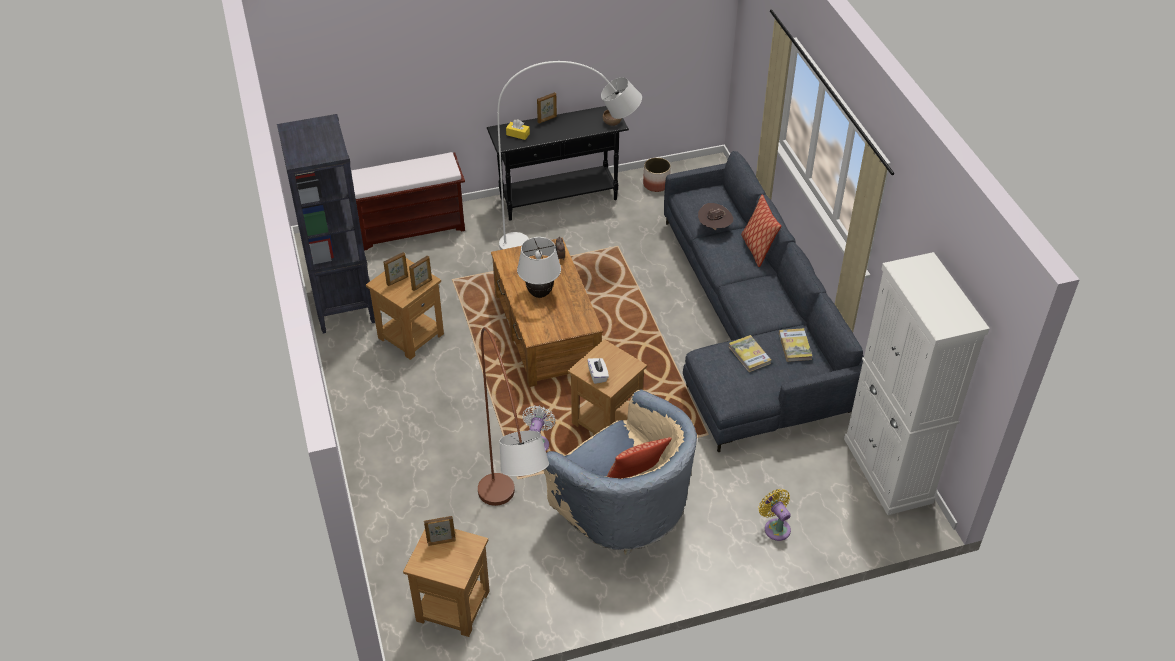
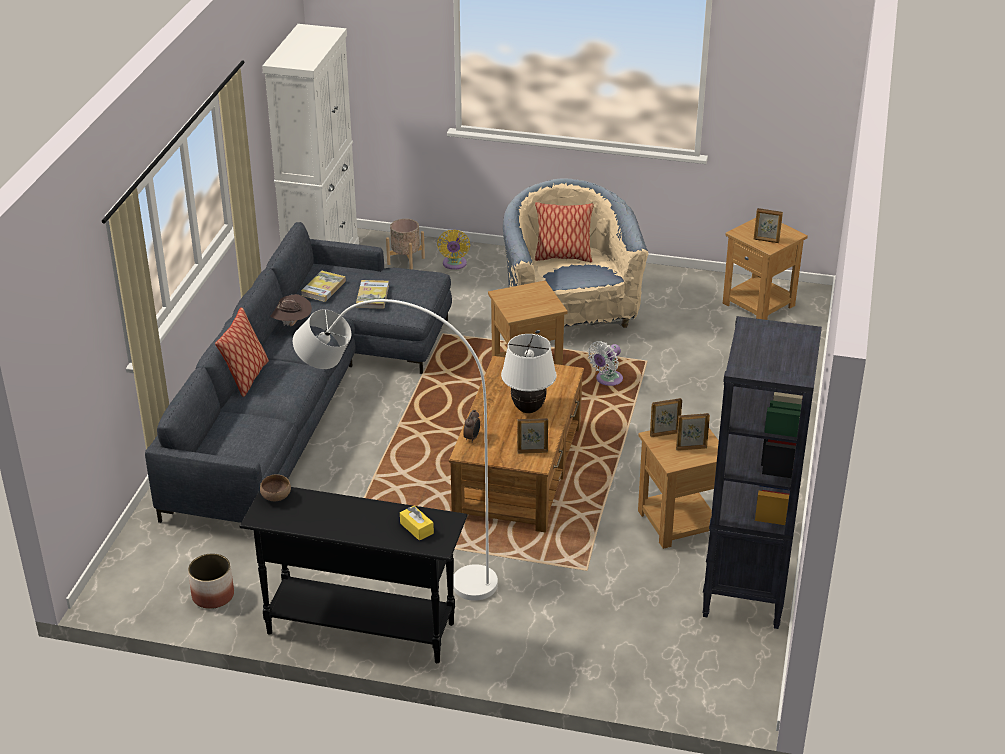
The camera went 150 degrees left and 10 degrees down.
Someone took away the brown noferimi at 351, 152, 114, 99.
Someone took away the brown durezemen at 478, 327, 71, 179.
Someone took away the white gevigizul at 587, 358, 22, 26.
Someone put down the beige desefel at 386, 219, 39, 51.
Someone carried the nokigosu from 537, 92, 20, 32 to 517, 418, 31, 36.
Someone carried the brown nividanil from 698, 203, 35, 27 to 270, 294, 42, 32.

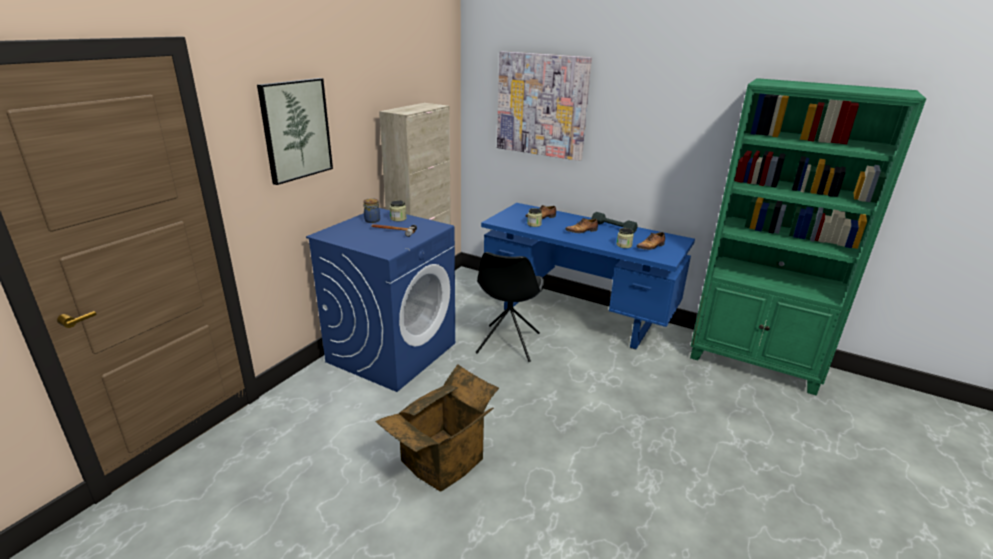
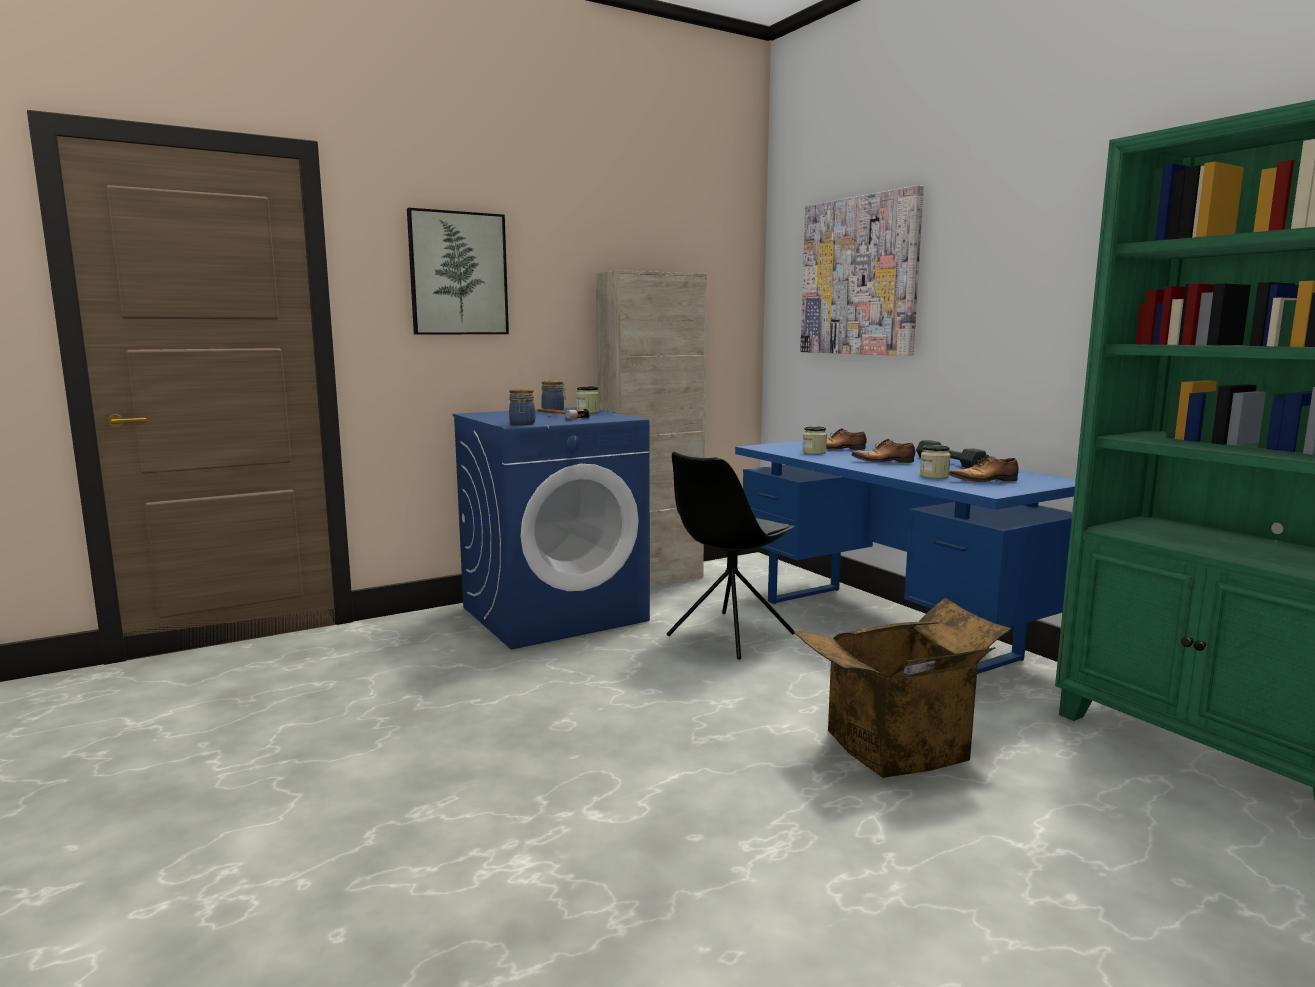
The camera went 30 degrees right and 15 degrees down.
Someone put down the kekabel at 509, 388, 26, 37.
Someone carried the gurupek from 375, 364, 124, 128 to 794, 598, 218, 180.

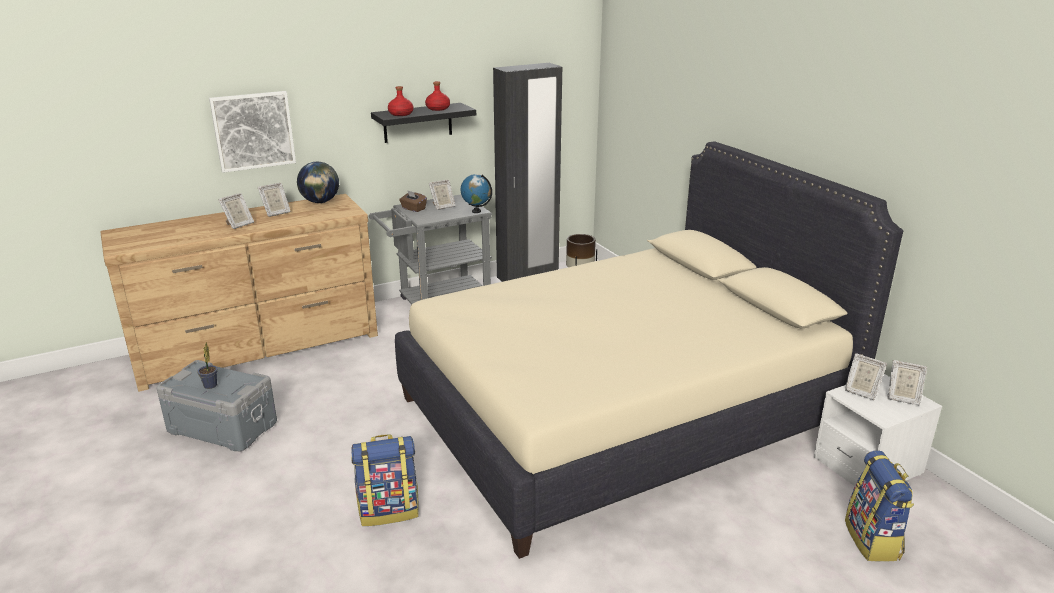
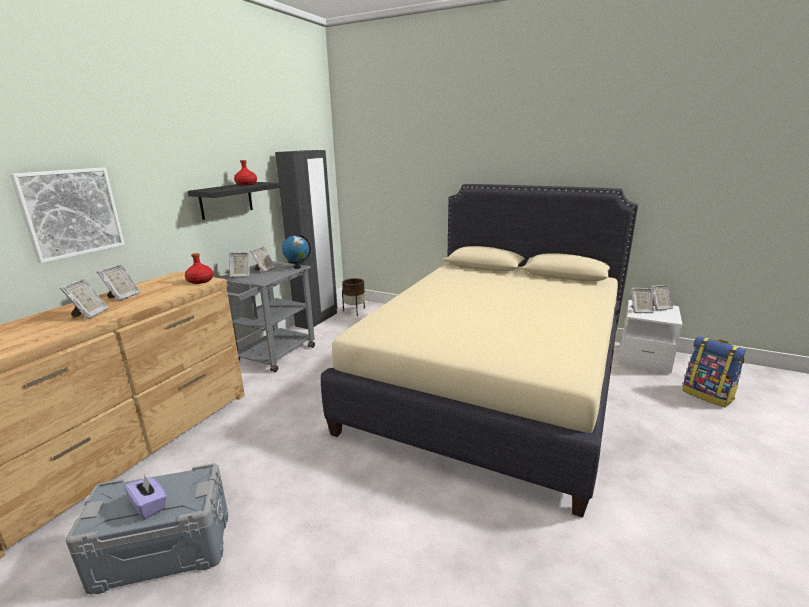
The camera went 35 degrees left and 5 degrees down.
Someone took away the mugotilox at 297, 162, 42, 41.
Someone took away the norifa at 351, 434, 68, 92.
Someone carried the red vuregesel from 388, 86, 25, 30 to 185, 253, 29, 31.
Someone swapped the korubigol at 198, 342, 19, 47 for the purple gevigizul at 124, 474, 43, 46.
Someone swapped the brown gevigizul at 399, 190, 28, 22 for the nokigosu at 229, 252, 21, 26.

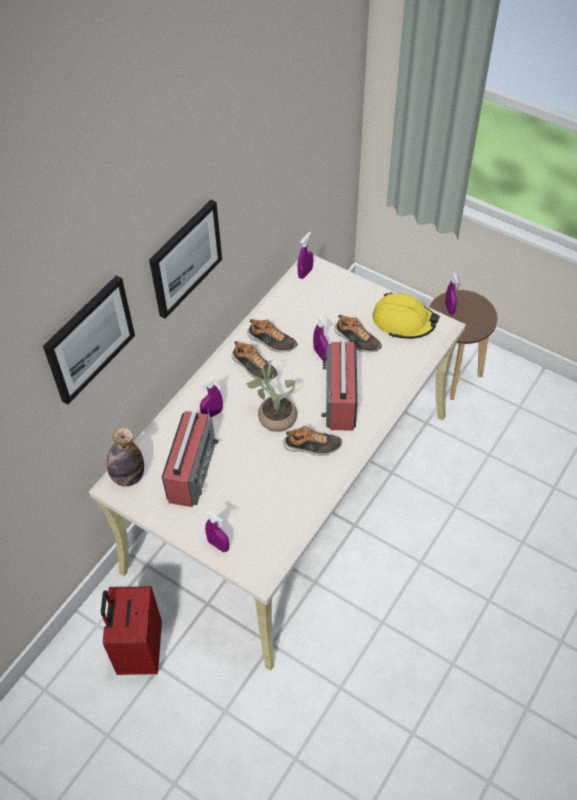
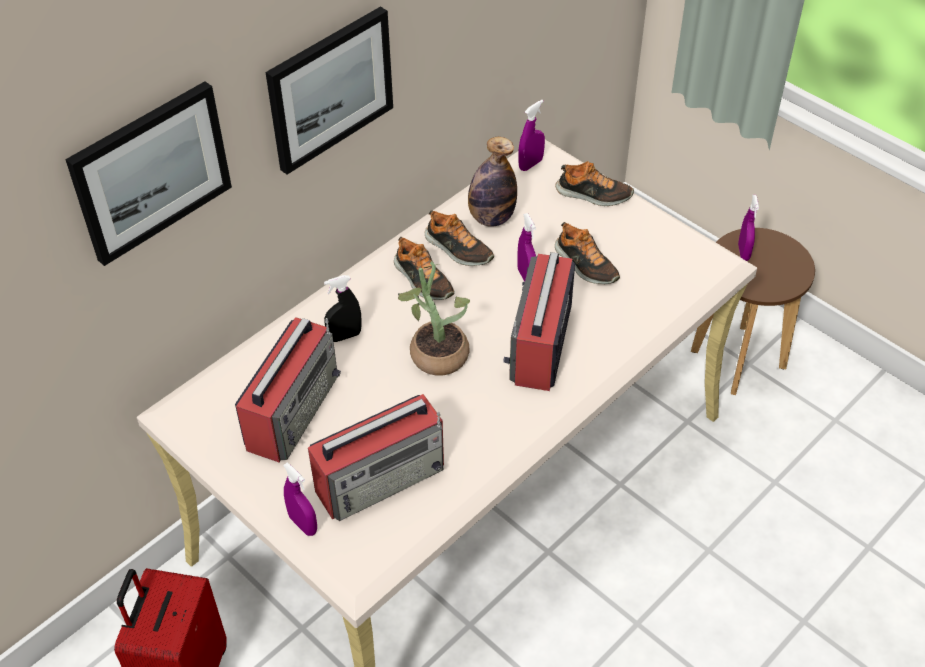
The camera went 10 degrees right and 5 degrees down.
Someone took away the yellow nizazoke at 372, 292, 68, 47.
Someone put down the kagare at 308, 394, 136, 127.
Someone carried the vuregesel from 107, 427, 37, 60 to 468, 137, 49, 90.
Someone carried the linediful from 283, 426, 59, 30 to 555, 161, 79, 45.
Someone repainted the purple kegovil at 199, 377, 24, 40, which became the black kegovil at 324, 275, 38, 67.

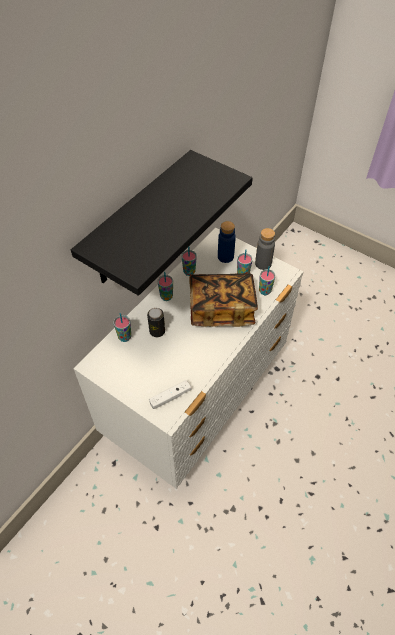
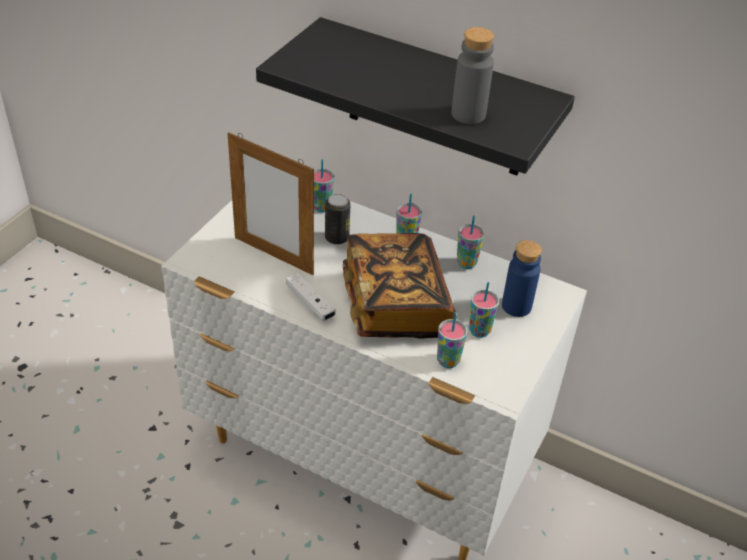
The camera went 80 degrees right and 10 degrees down.
Someone put down the nokigosu at 227, 132, 87, 143.
Someone carried the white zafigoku from 149, 380, 42, 29 to 286, 273, 50, 48.
Someone carried the grey vuregesel from 255, 228, 20, 42 to 451, 27, 43, 97.

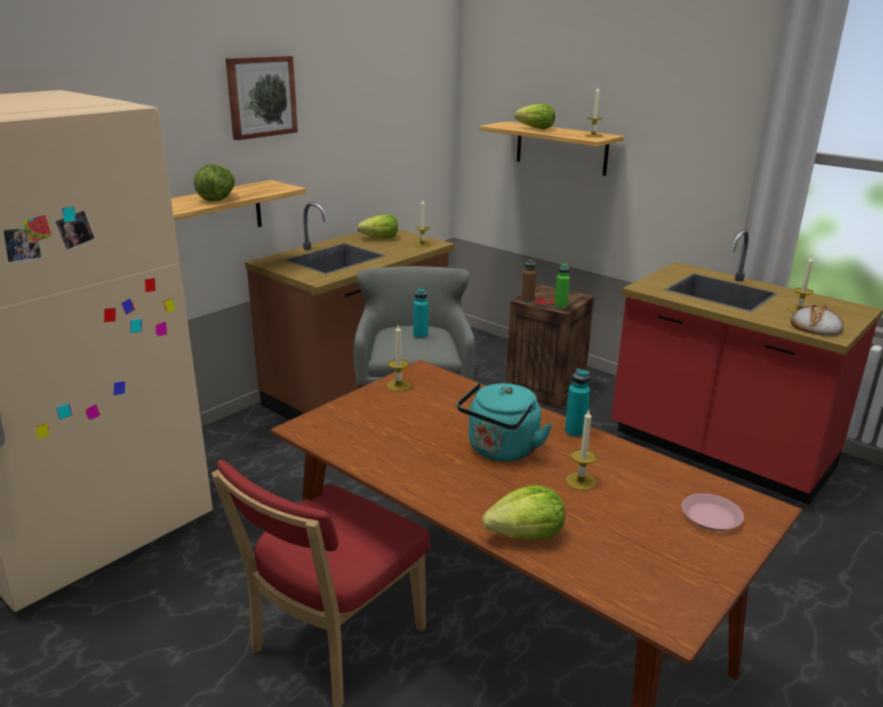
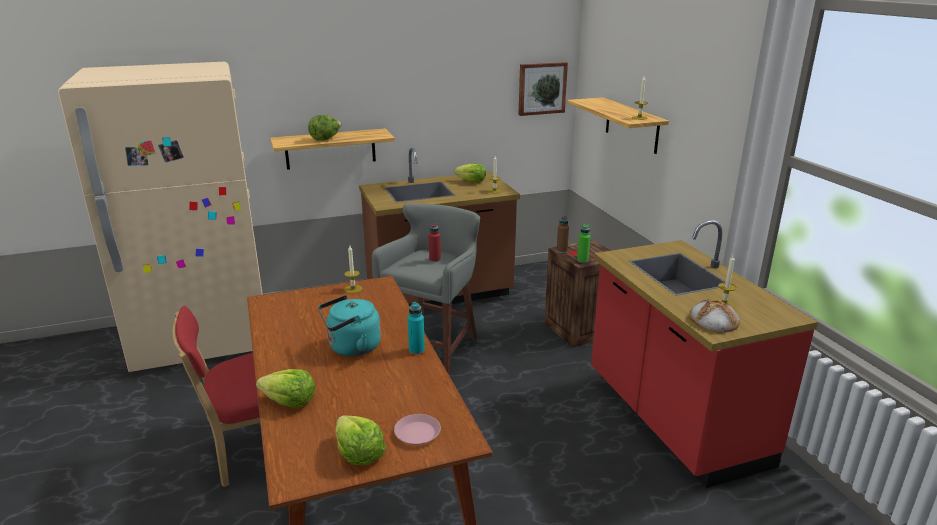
The camera went 30 degrees right and 0 degrees up.
Someone took away the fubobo at 566, 410, 31, 80.
Someone carried the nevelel from 226, 56, 72, 84 to 518, 62, 50, 54.
Someone carried the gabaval from 514, 104, 41, 25 to 335, 415, 51, 51.
Someone repainted the turquoise vuregesel at 413, 288, 15, 51, which became the red vuregesel at 429, 223, 12, 40.

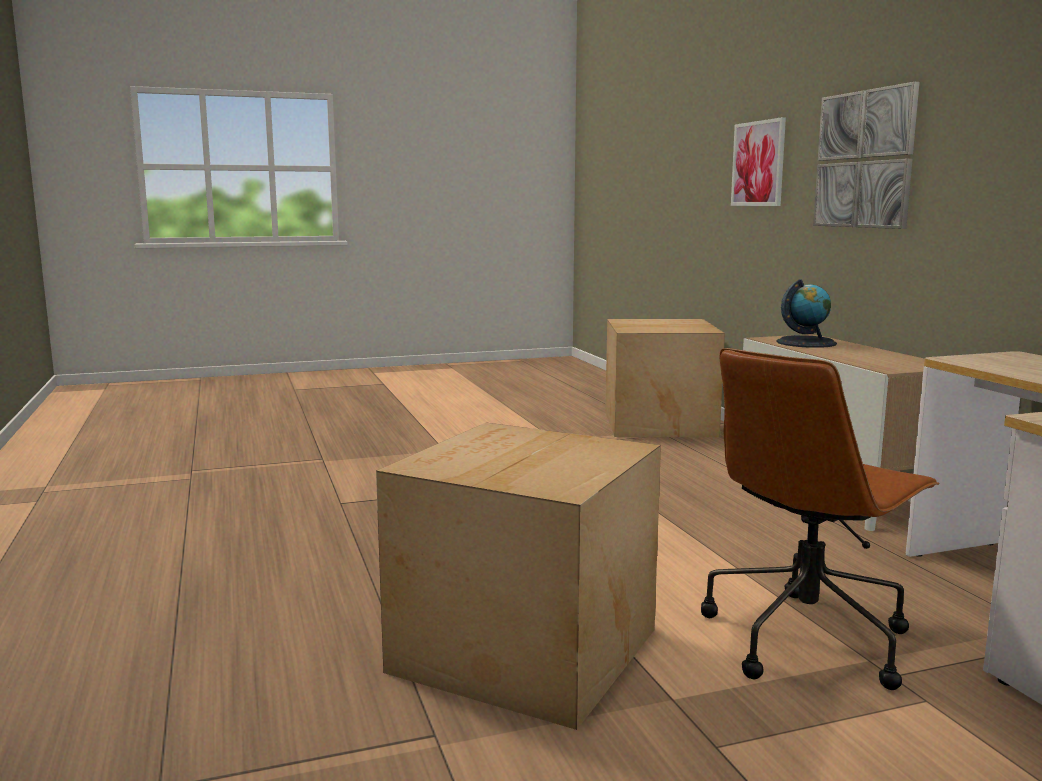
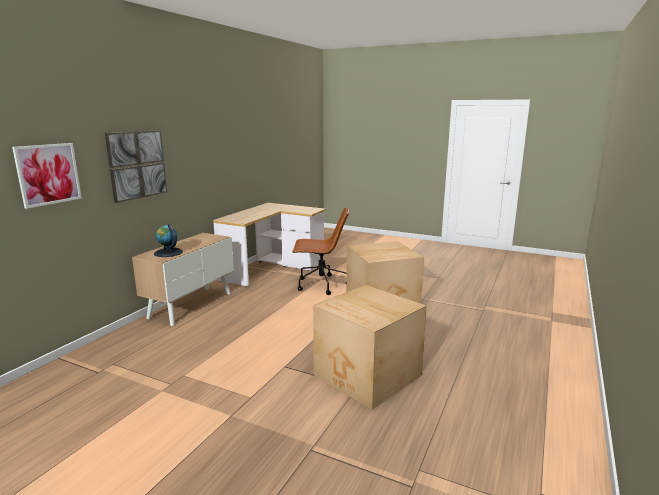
The camera went 135 degrees left and 5 degrees up.
Someone carried the gurupek from 605, 319, 120, 118 to 313, 285, 113, 125.

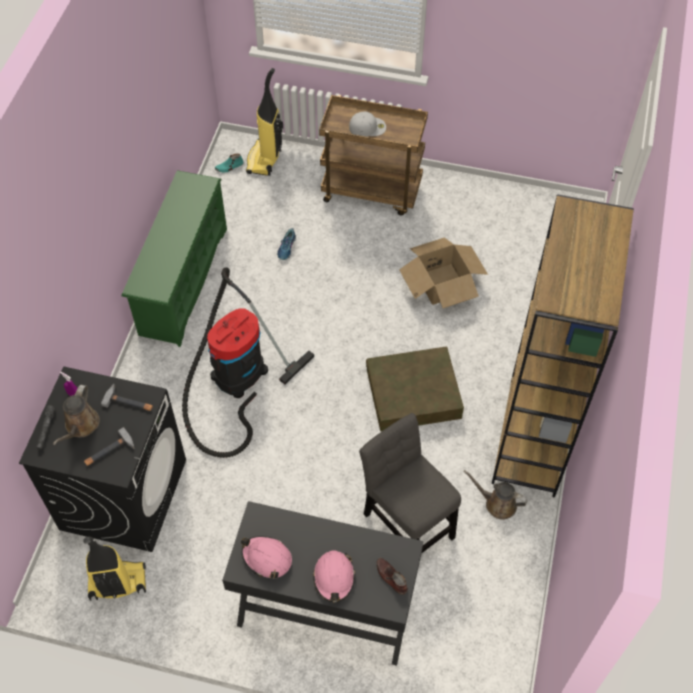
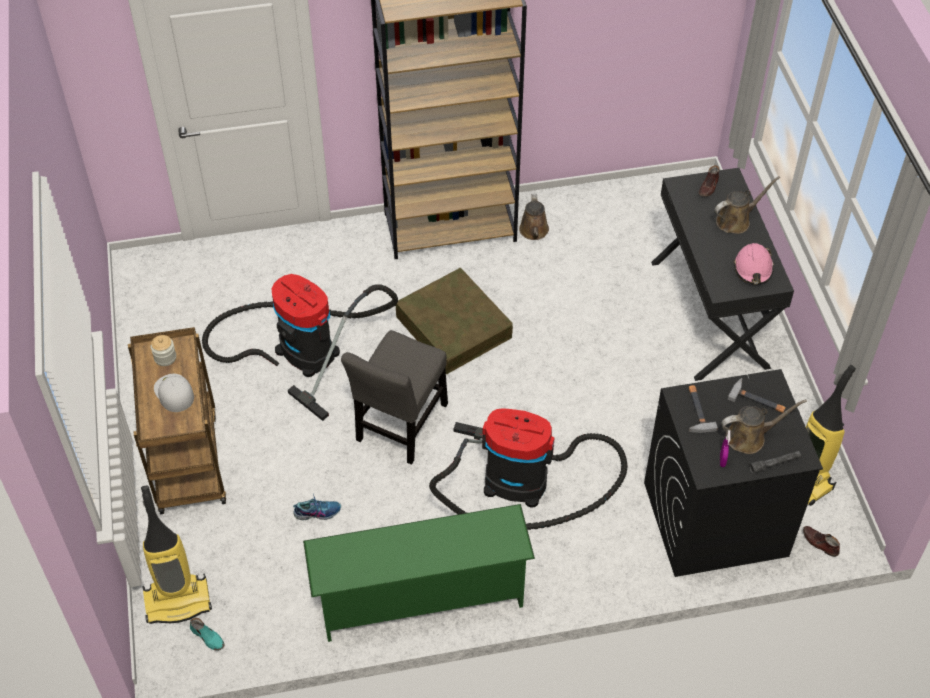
The camera went 115 degrees left and 5 degrees down.
Someone put down the kekabel at 151, 335, 25, 31.
Someone put down the brown linediful at 803, 526, 37, 31.
Someone carried the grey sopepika from 359, 413, 102, 140 to 341, 330, 107, 135.
Someone swapped the pink nizazoke at 313, 550, 42, 52 for the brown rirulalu at 714, 176, 66, 58.
Someone swapped the gurupek at 399, 237, 89, 71 for the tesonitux at 202, 274, 196, 147.

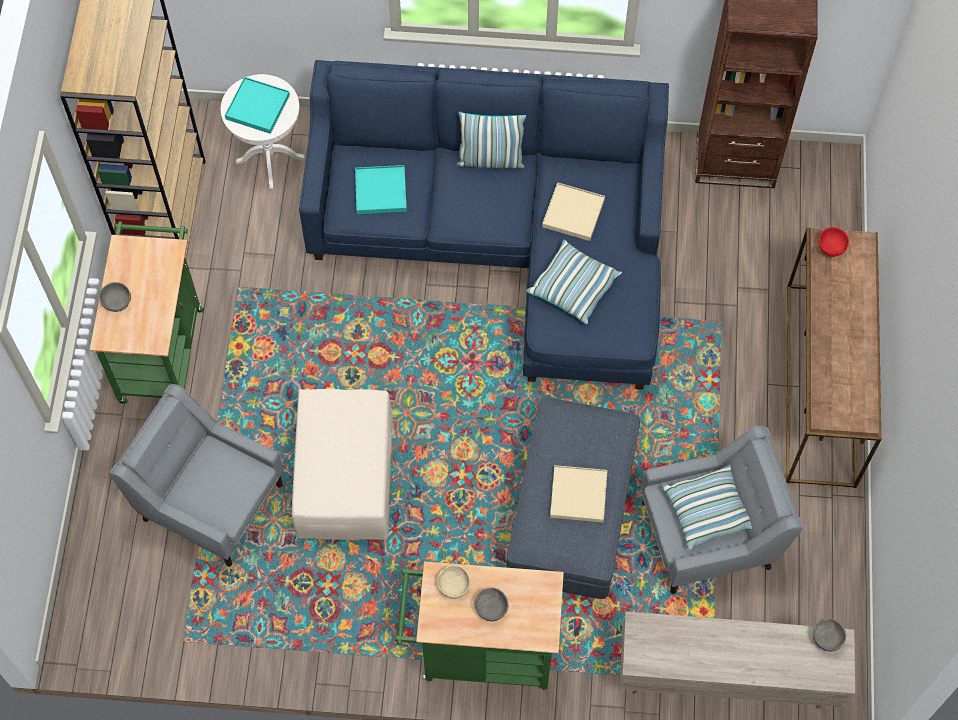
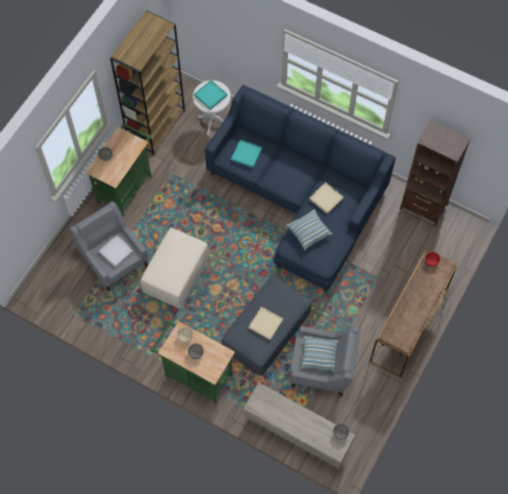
The camera went 25 degrees right and 0 degrees up.
Someone took away the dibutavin at 456, 112, 70, 56.
Someone put down the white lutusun at 98, 235, 36, 33.

